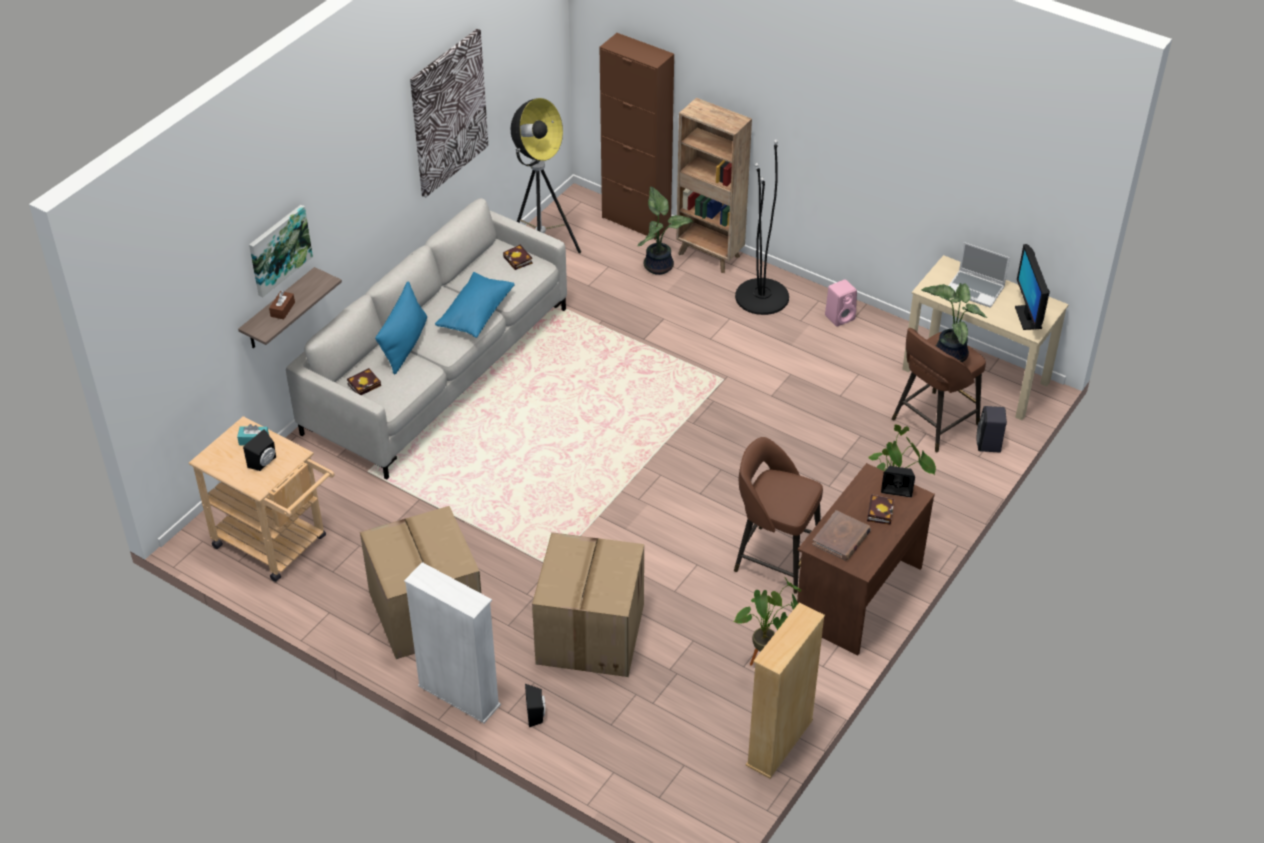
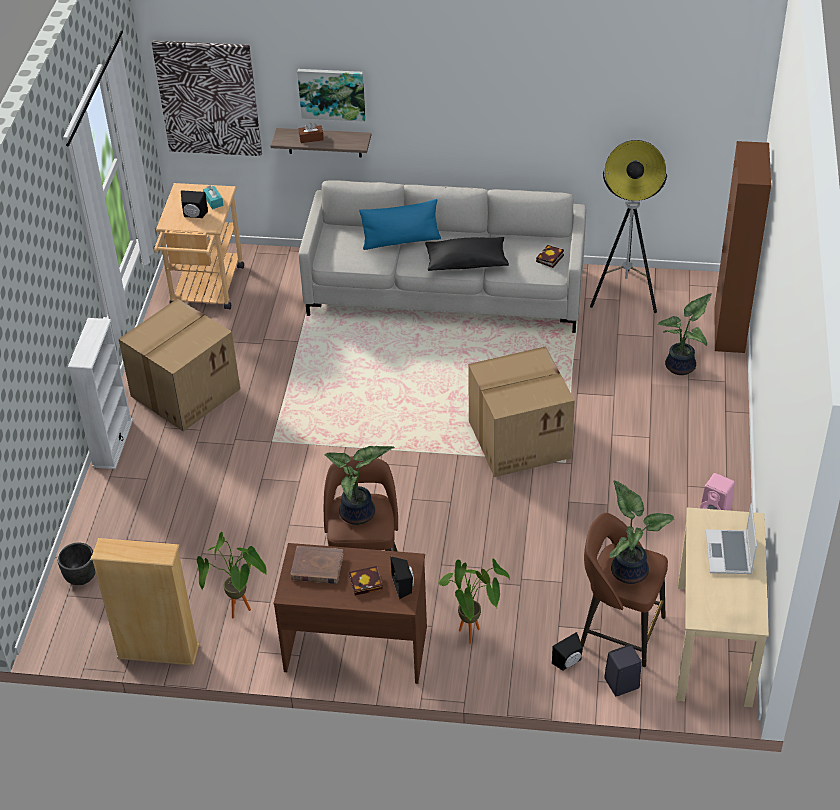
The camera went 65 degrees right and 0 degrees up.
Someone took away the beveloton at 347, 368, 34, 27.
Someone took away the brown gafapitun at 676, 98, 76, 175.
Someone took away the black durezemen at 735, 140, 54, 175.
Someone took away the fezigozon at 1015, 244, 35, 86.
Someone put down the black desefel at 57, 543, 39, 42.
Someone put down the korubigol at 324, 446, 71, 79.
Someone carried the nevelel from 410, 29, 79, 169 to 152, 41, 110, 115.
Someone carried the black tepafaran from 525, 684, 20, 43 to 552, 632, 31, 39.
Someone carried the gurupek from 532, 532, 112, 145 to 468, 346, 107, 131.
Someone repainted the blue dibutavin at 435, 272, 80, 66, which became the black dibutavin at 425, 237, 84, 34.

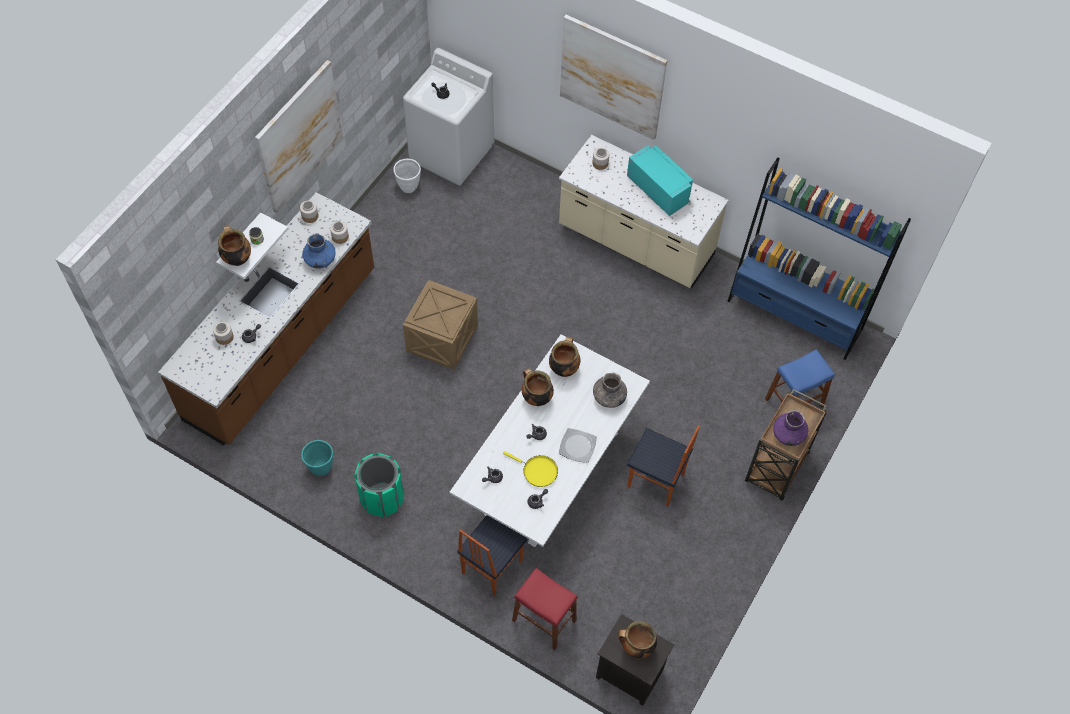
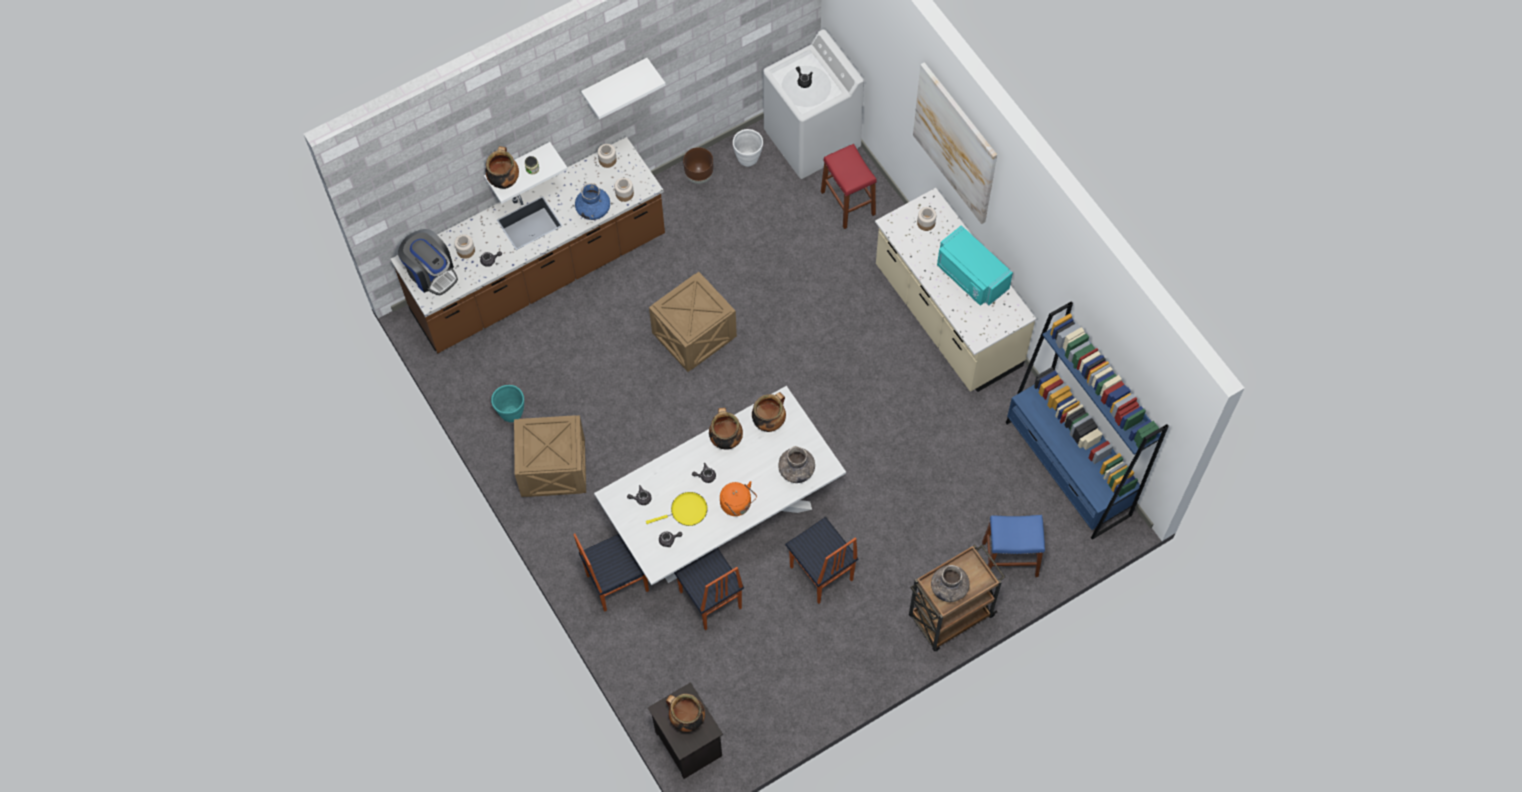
The camera went 30 degrees right and 5 degrees up.
Someone put down the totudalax at 398, 229, 60, 66.
Someone put down the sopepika at 674, 548, 70, 82.
Someone put down the brown desefel at 683, 147, 30, 37.
Someone carried the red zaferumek from 512, 568, 66, 82 to 821, 144, 56, 85.
Someone swapped the nevelel at 255, 60, 88, 153 for the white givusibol at 581, 58, 85, 61.
Someone swapped the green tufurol at 354, 453, 50, 64 for the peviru at 514, 415, 72, 82.
Someone swapped the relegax at 559, 428, 38, 35 for the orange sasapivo at 720, 481, 37, 35.
Someone repainted the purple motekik at 773, 410, 35, 36, which became the grey motekik at 931, 565, 39, 37.
Someone rotated the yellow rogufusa at 503, 451, 55, 36 by 75 degrees counterclockwise.
Someone rotated the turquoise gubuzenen at 627, 145, 66, 71 by 150 degrees clockwise.

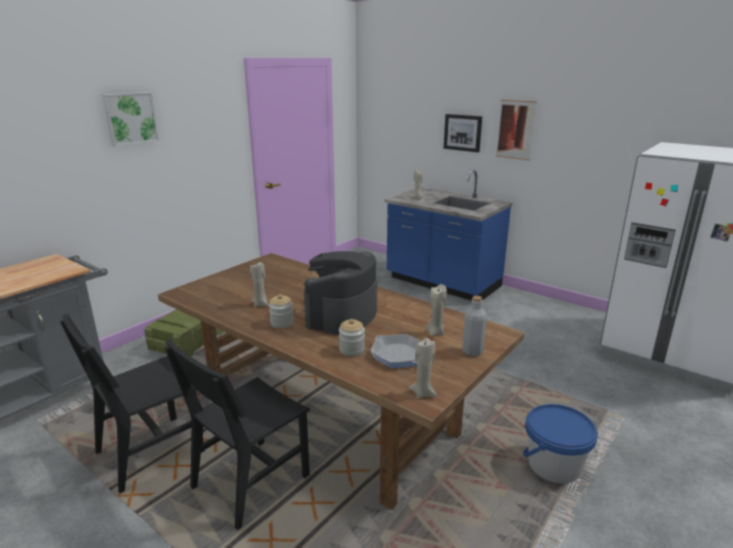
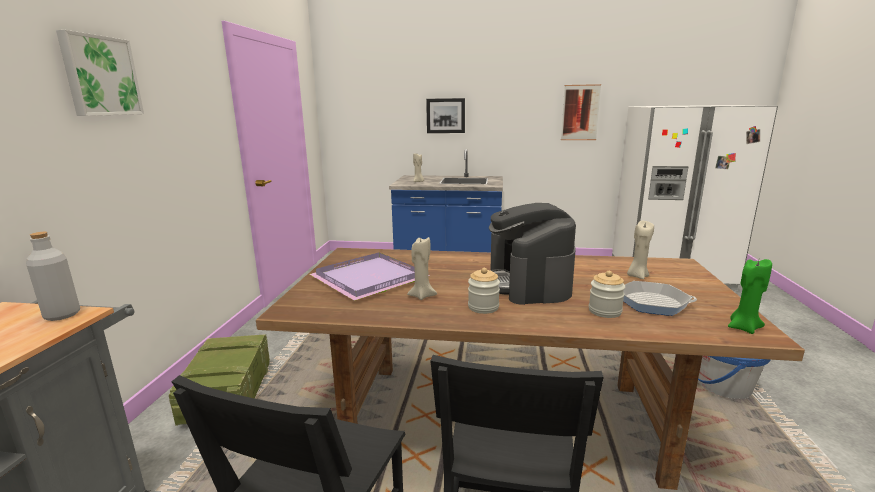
The camera went 30 degrees left and 5 degrees down.
Someone put down the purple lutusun at 309, 252, 121, 49.
Someone carried the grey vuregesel from 462, 296, 25, 60 to 26, 232, 54, 89.
Someone carried the nevelel from 495, 100, 42, 60 to 561, 84, 40, 56.
Someone repainted the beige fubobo at 409, 338, 28, 61, which became the green fubobo at 728, 259, 44, 75.

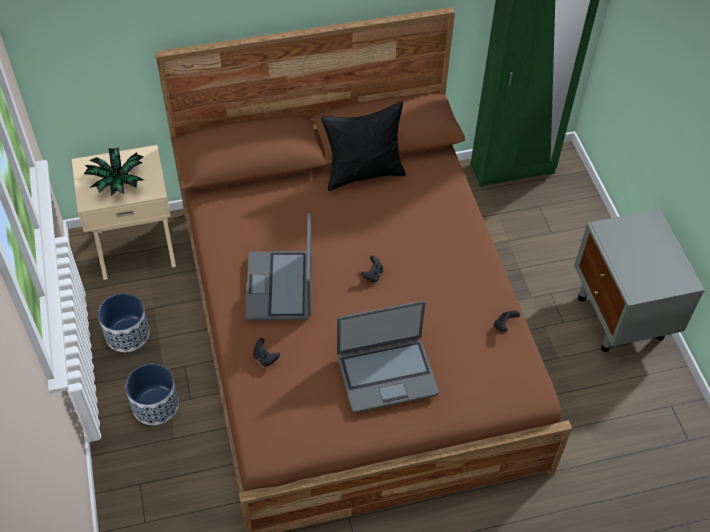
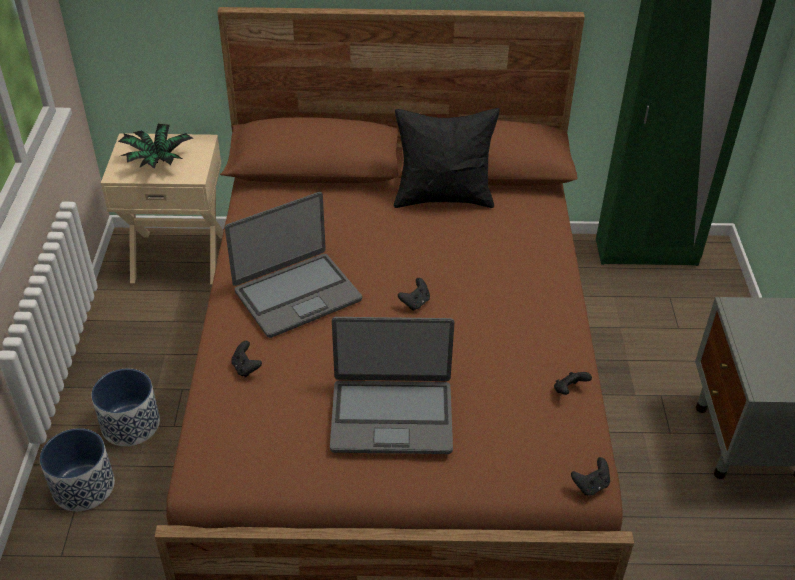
The camera went 15 degrees right and 10 degrees down.
Someone put down the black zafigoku at 571, 457, 39, 39.
Someone carried the desefel from 98, 293, 52, 59 to 40, 428, 75, 83.
Someone rotated the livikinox at 245, 213, 67, 107 by 135 degrees counterclockwise.

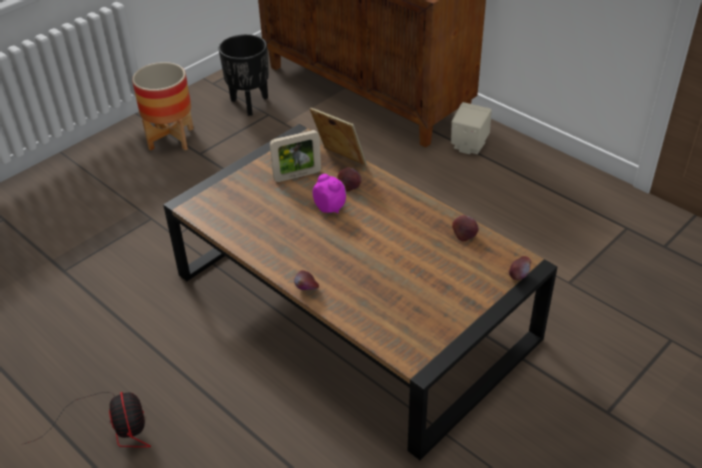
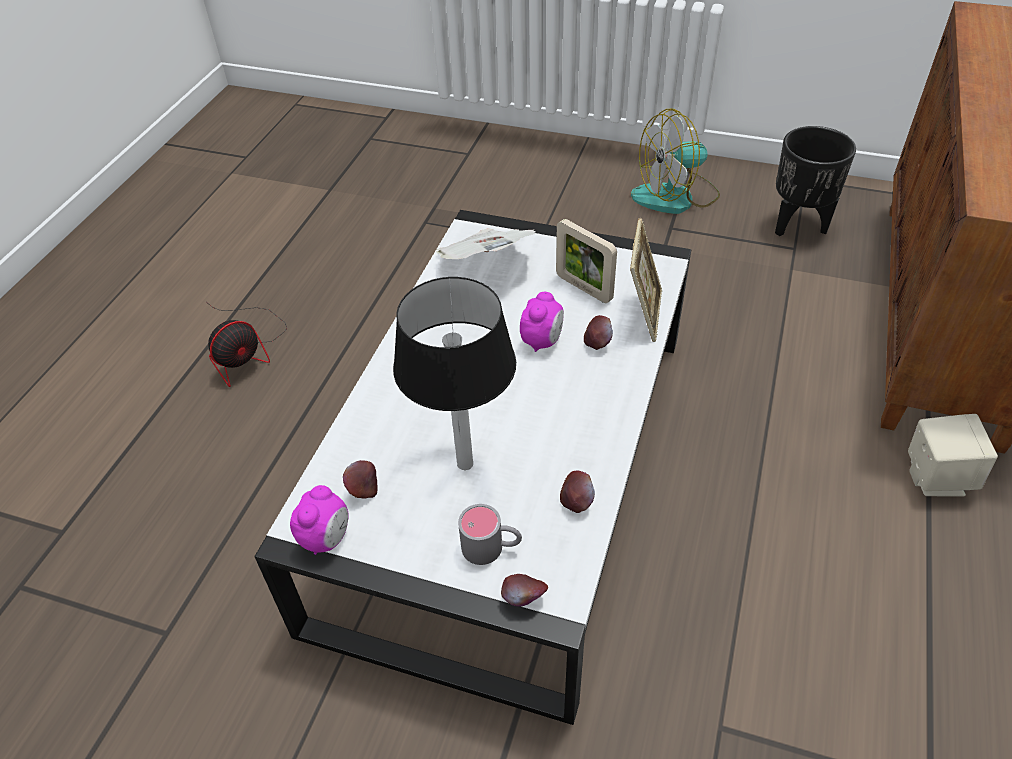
The camera went 65 degrees right and 5 degrees up.
Someone put down the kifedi at 290, 485, 59, 70.
Someone put down the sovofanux at 393, 277, 123, 193.
Someone put down the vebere at 436, 228, 100, 31.
Someone put down the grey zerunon at 458, 504, 64, 61.
Someone carried the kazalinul from 294, 270, 25, 20 to 343, 460, 35, 39.
Someone swapped the desefel at 132, 62, 62, 89 for the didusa at 631, 109, 89, 105.
Someone repainted the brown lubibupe at 163, 124, 394, 336, which became the white lubibupe at 254, 210, 437, 515.

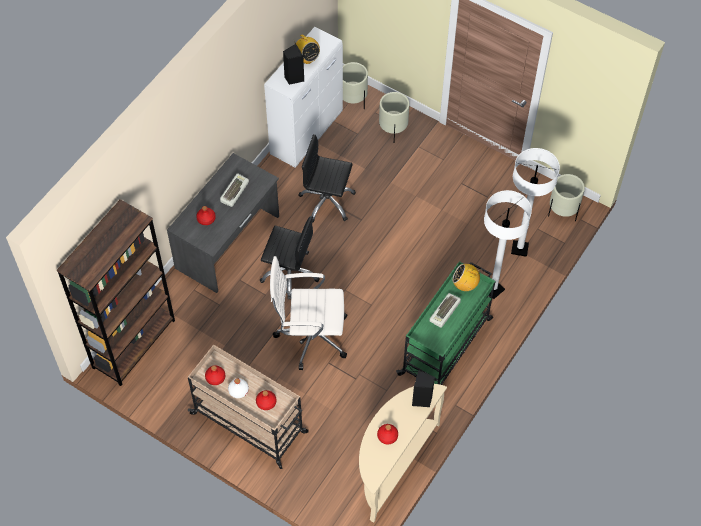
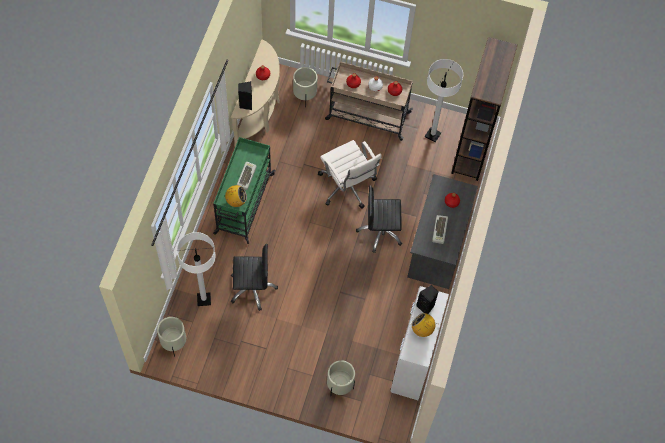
The camera went 160 degrees right and 5 degrees up.
Someone carried the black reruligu from 299, 134, 57, 89 to 231, 244, 47, 67.
Someone carried the beige desefel from 343, 62, 25, 47 to 293, 67, 25, 40.
Someone carried the white durezemen from 484, 190, 48, 109 to 425, 59, 38, 83.
Someone rotated the white reruligu at 270, 256, 77, 114 by 75 degrees clockwise.

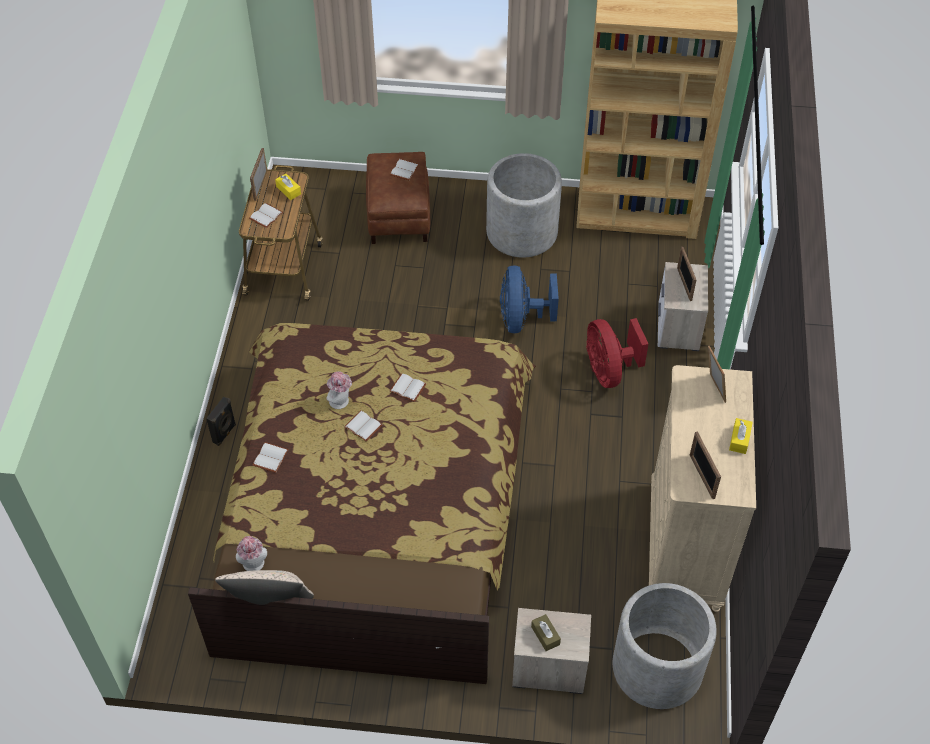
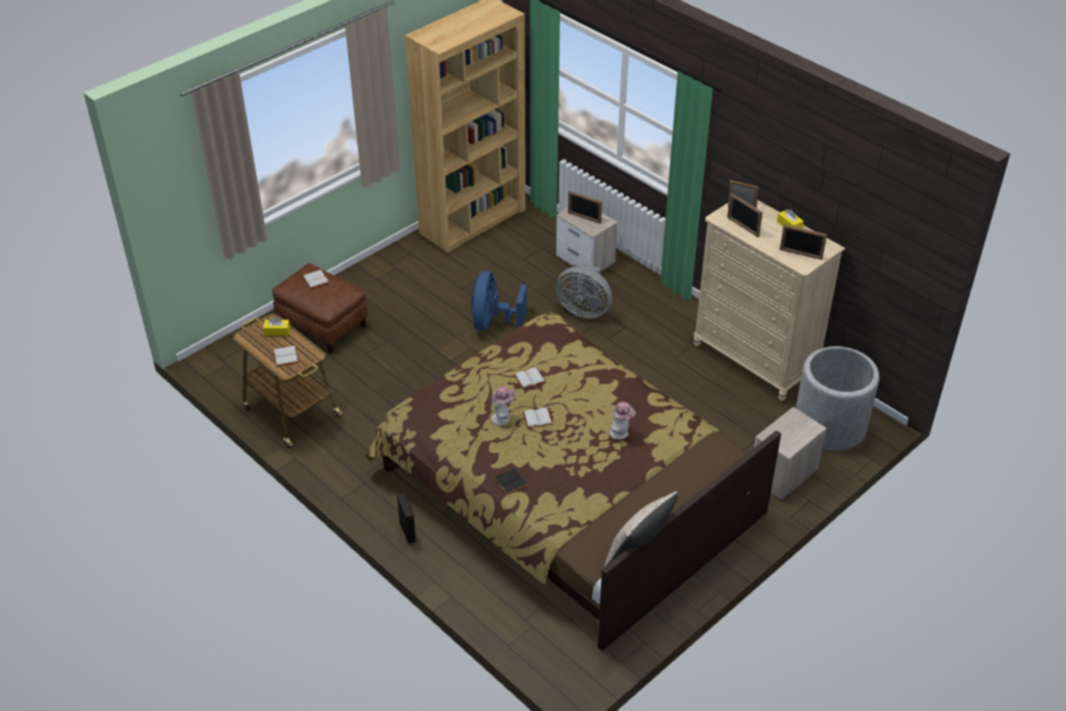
The camera went 50 degrees left and 10 degrees down.
Someone took away the grey desefel at 486, 153, 76, 105.
Someone took away the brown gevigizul at 531, 614, 30, 37.
Someone carried the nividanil from 236, 536, 31, 35 to 610, 402, 26, 38.
Someone carried the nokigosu from 250, 148, 17, 53 to 727, 193, 36, 44.
Someone repainted the white beveloton at 253, 442, 36, 31, which became the black beveloton at 493, 468, 35, 26.
Someone repainted the red didusa at 586, 318, 62, 70, which became the grey didusa at 555, 261, 57, 58.
Someone rotated the blue didusa at 500, 265, 59, 68 by 60 degrees clockwise.

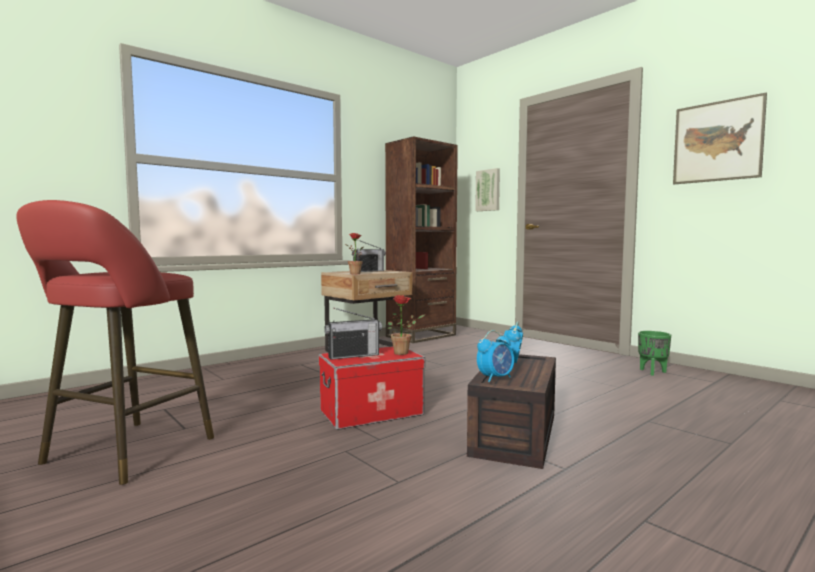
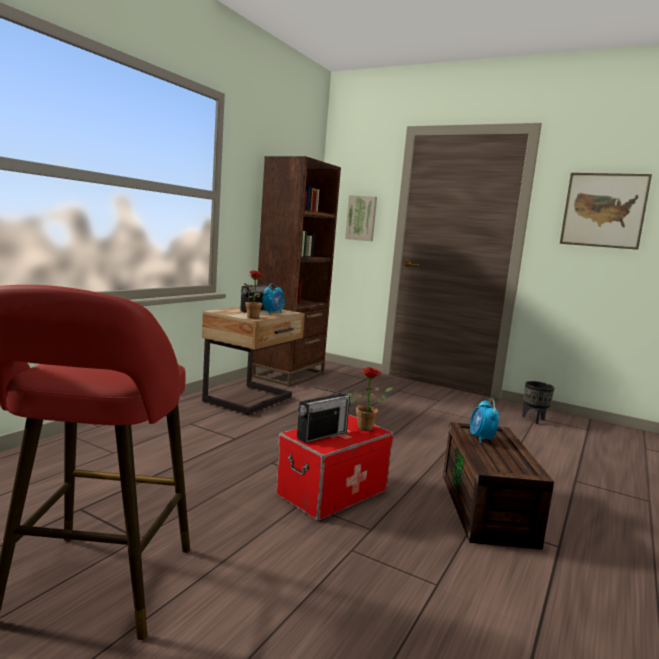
The camera went 20 degrees left and 5 degrees up.
Someone carried the kifedi from 477, 330, 37, 52 to 262, 283, 23, 31.
Someone repainted the green desefel at 638, 331, 33, 45, which became the black desefel at 522, 381, 32, 43.

